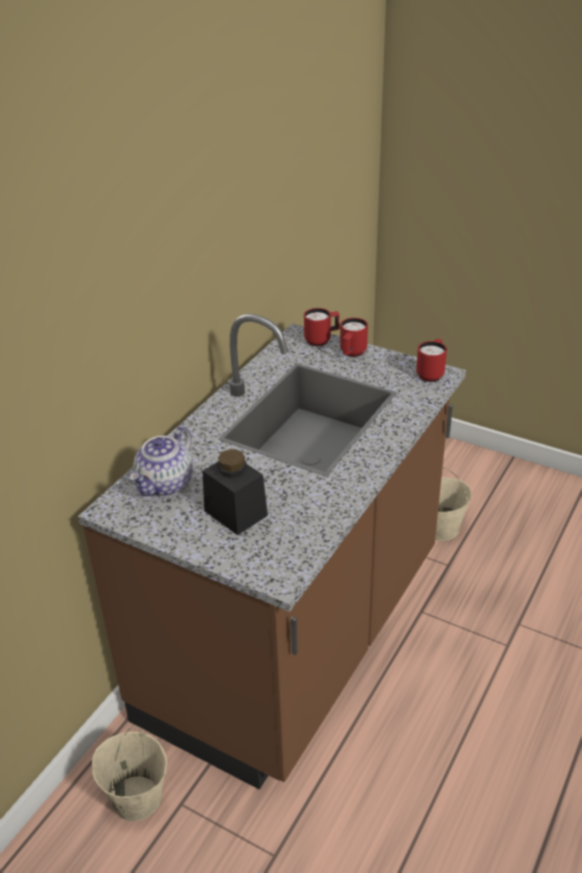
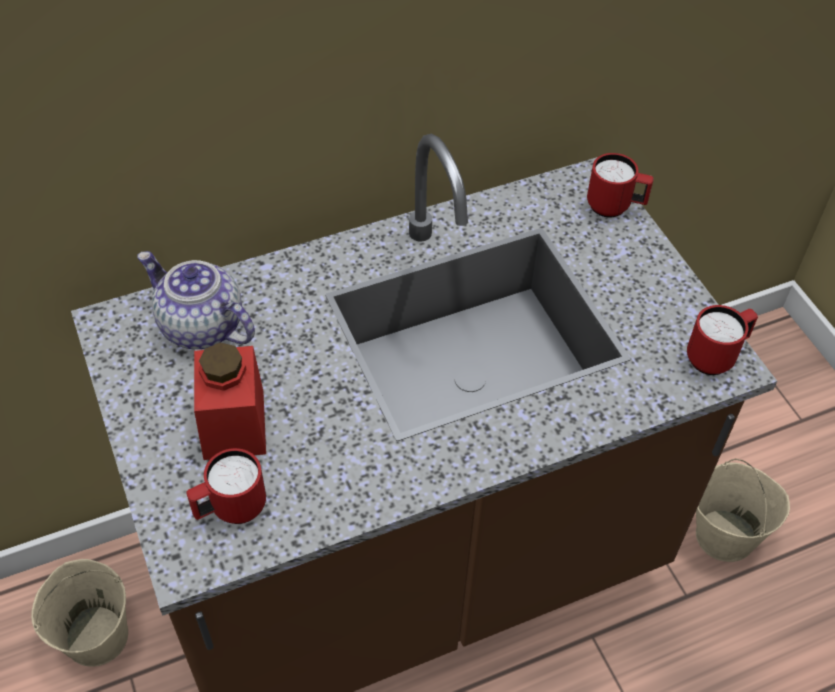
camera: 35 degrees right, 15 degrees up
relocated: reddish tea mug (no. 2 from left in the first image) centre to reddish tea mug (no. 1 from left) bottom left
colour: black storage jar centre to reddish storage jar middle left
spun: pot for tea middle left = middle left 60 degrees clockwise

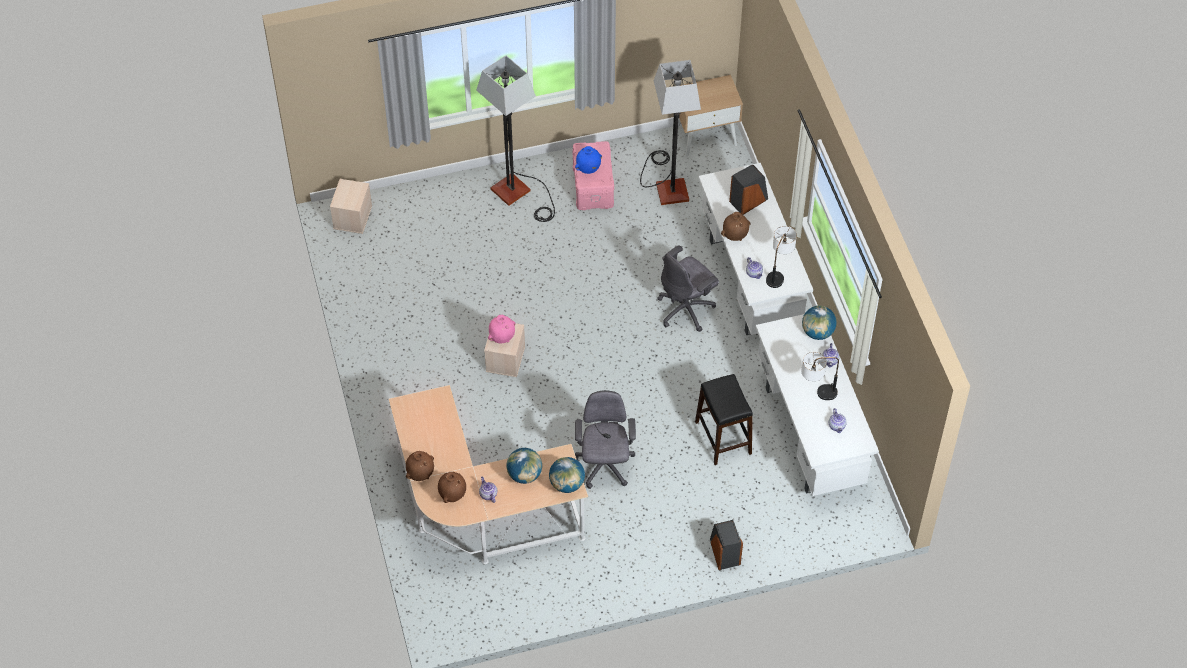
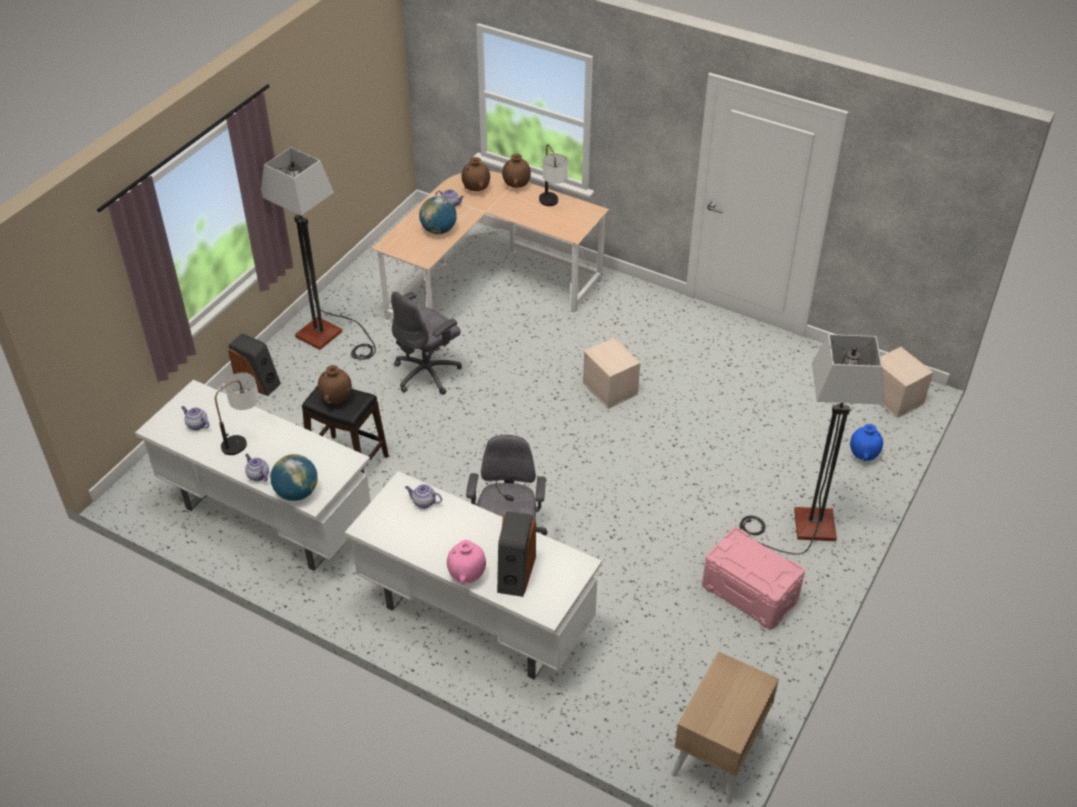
camera: 135 degrees right, 10 degrees down
missing: globe (no. 2 from left) bottom centre
relocated: floor lamp (no. 2 from left in the first image) top centre to floor lamp (no. 1 from left) top left; blue-coloured flower vase top centre to middle right; brownish flower vase (no. 3 from left in the first image) centre to brownish flower vase (no. 1 from left) middle left; table lamp (no. 1 from left in the first image) centre to table lamp (no. 2 from left) top centre; pink-coloured flower vase centre to bottom centre
spun: greyish computer chair (no. 1 from left) centre = centre 90 degrees clockwise

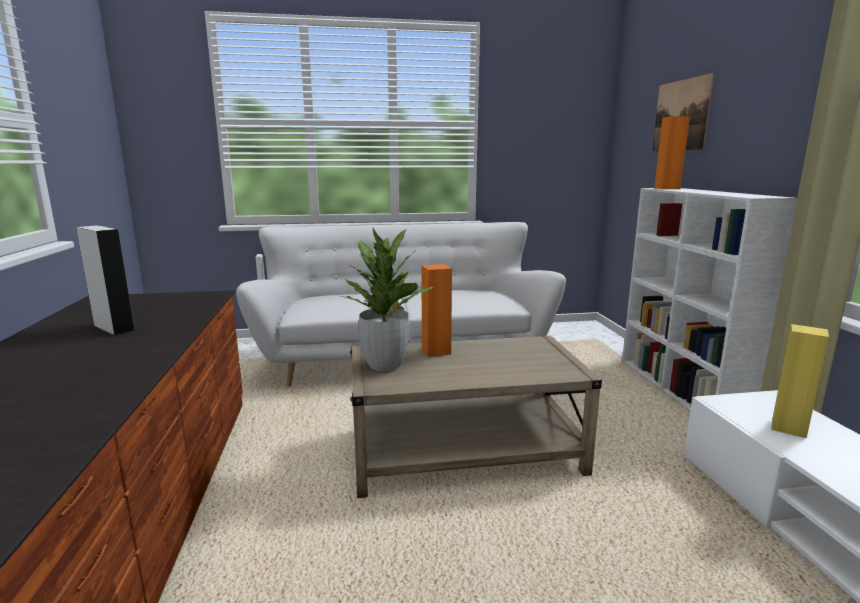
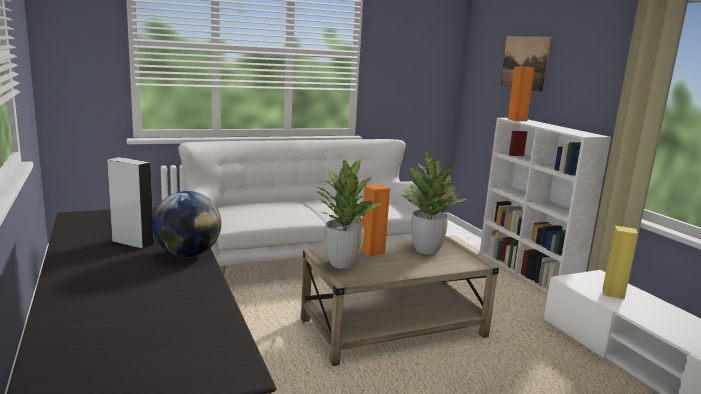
camera: 15 degrees left, 0 degrees up
appeared: plant in a pot (no. 2 from left) centre; globe middle left

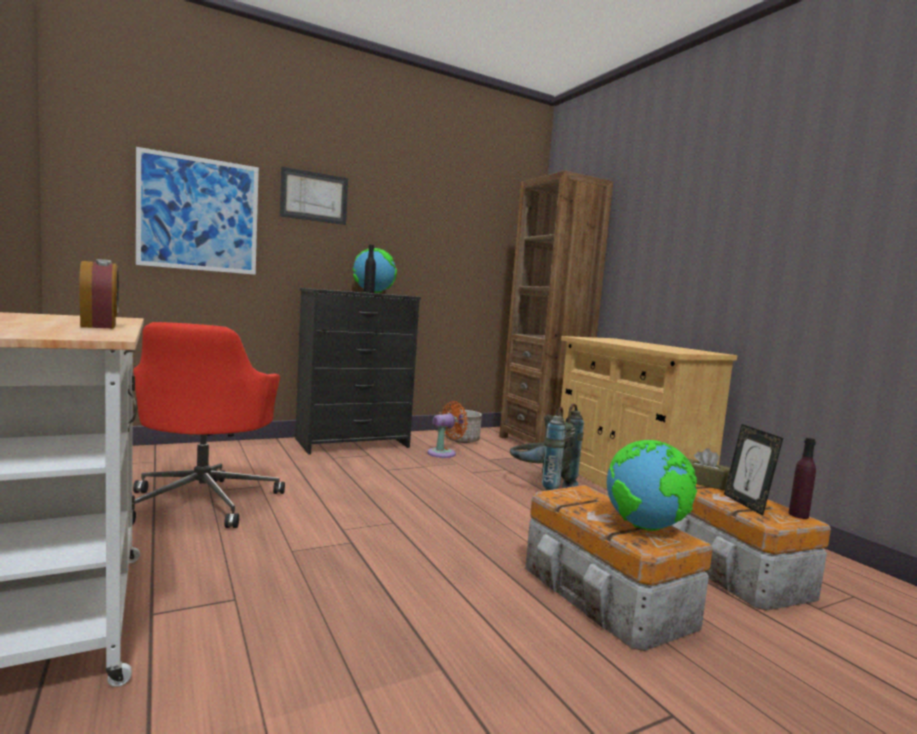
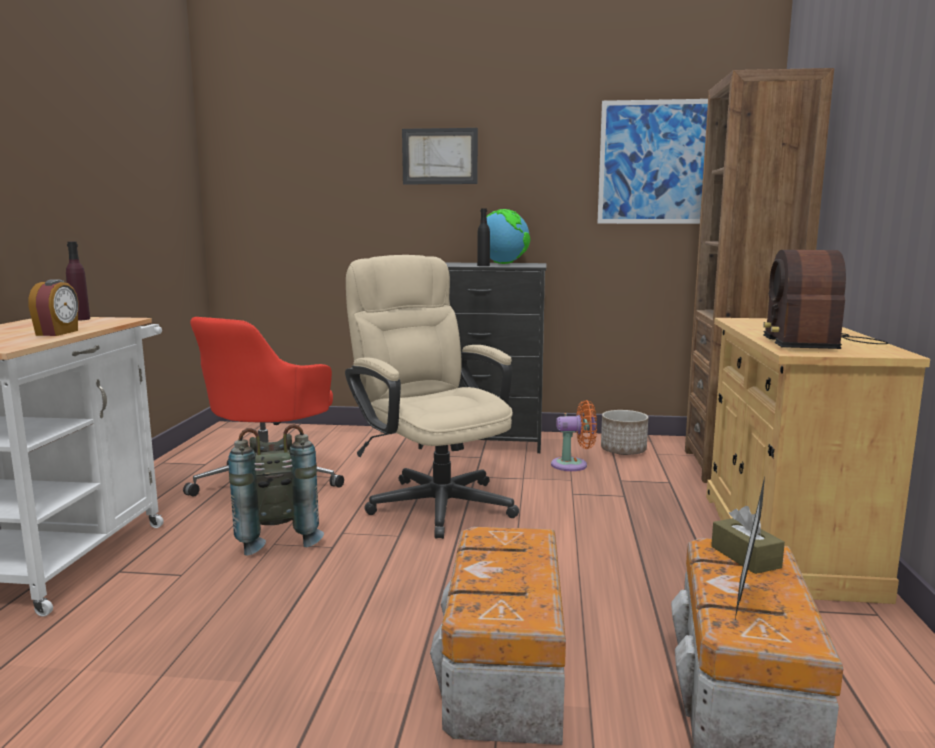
camera: 35 degrees right, 5 degrees up
missing: globe (no. 2 from left) middle right
appeared: radio set middle right; beige computer chair centre
relocated: picture (no. 1 from left in the first image) top left to picture (no. 2 from left) top right; greyish knapsack centre to middle left; purple-coloured bottle middle right to middle left

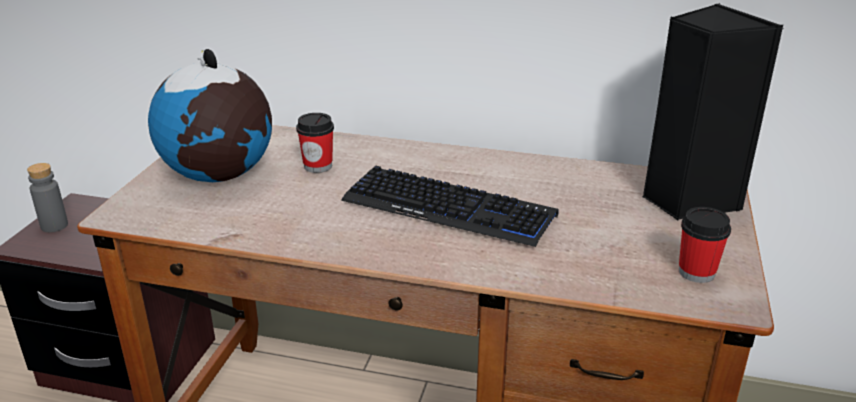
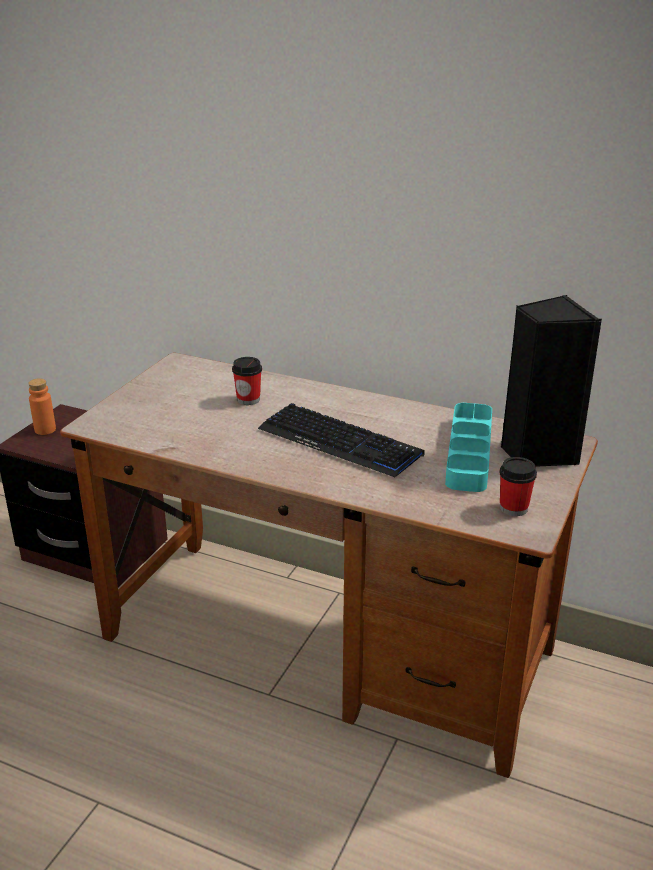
camera: 10 degrees right, 0 degrees up
missing: globe top left
appeared: blue-green carrying tray middle right
colour: greyish bottle middle left to orange-coloured bottle middle left

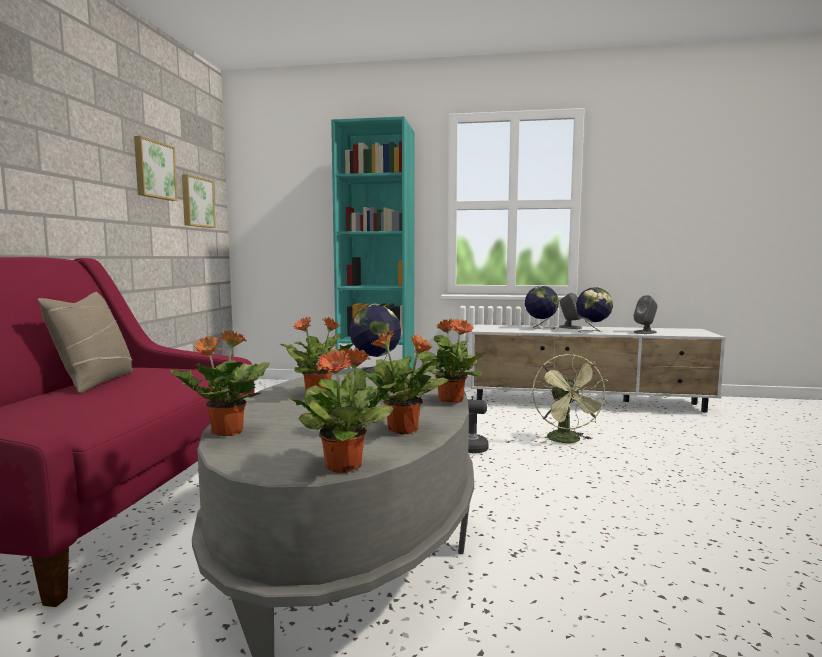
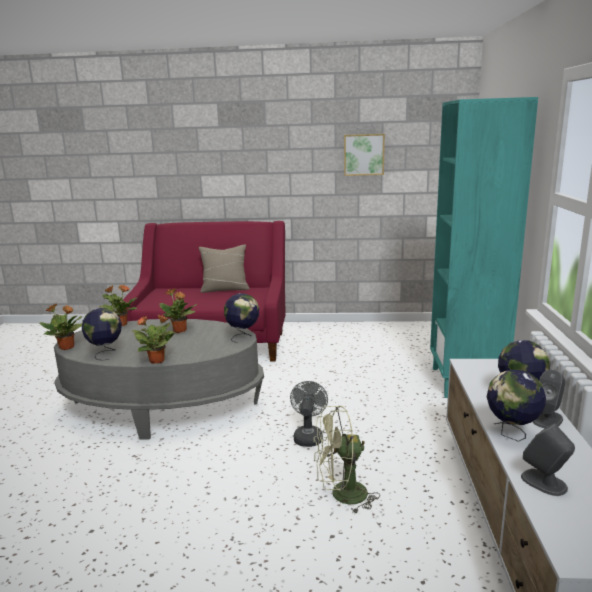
camera: 85 degrees right, 10 degrees up
missing: picture (no. 2 from left) top left
exchanged: plant in a pot (no. 4 from left) centre to globe (no. 1 from left) middle left

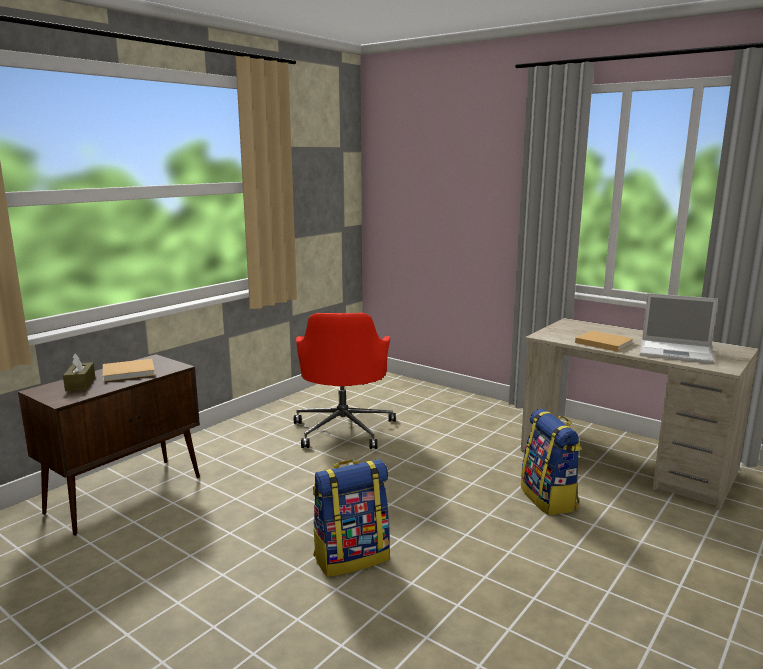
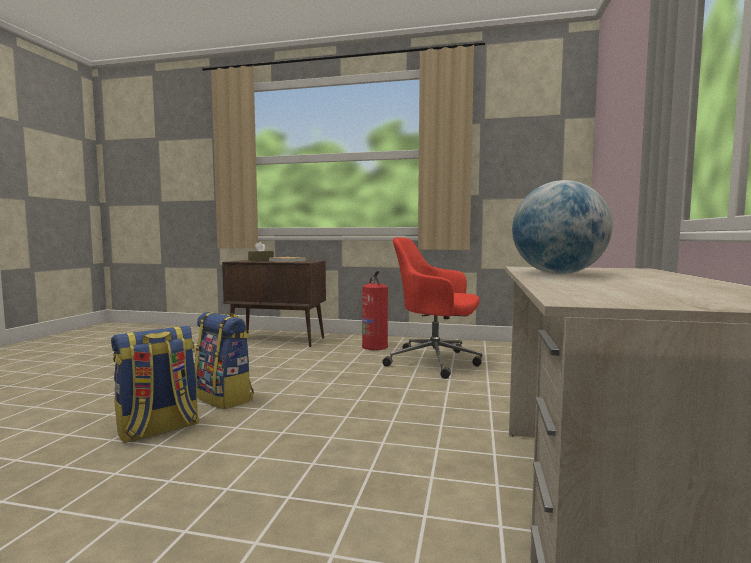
camera: 65 degrees right, 10 degrees down
missing: notebook computer middle right
appeared: fire-fighting cylinder centre
relocated: knapsack (no. 2 from left in the first image) bottom right to knapsack (no. 1 from left) bottom left
exchanged: beige bound book (no. 2 from left) middle right to globe middle right
spun: reddish computer chair centre = centre 45 degrees clockwise

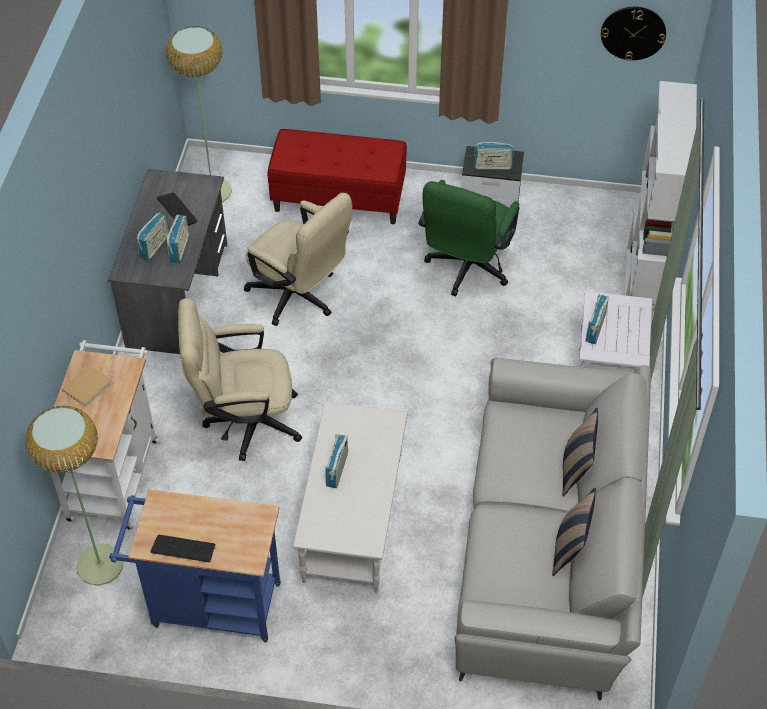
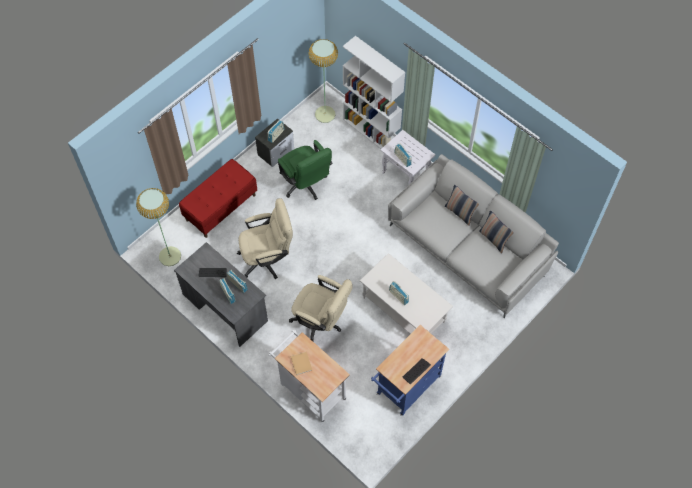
camera: 55 degrees left, 10 degrees up
missing: hanging clock top right
relocated: floor lamp (no. 1 from left in the first image) bottom left to floor lamp (no. 2 from left) top centre
spun: beige computer chair (no. 1 from left in the first image) middle left = centre 90 degrees counterclockwise

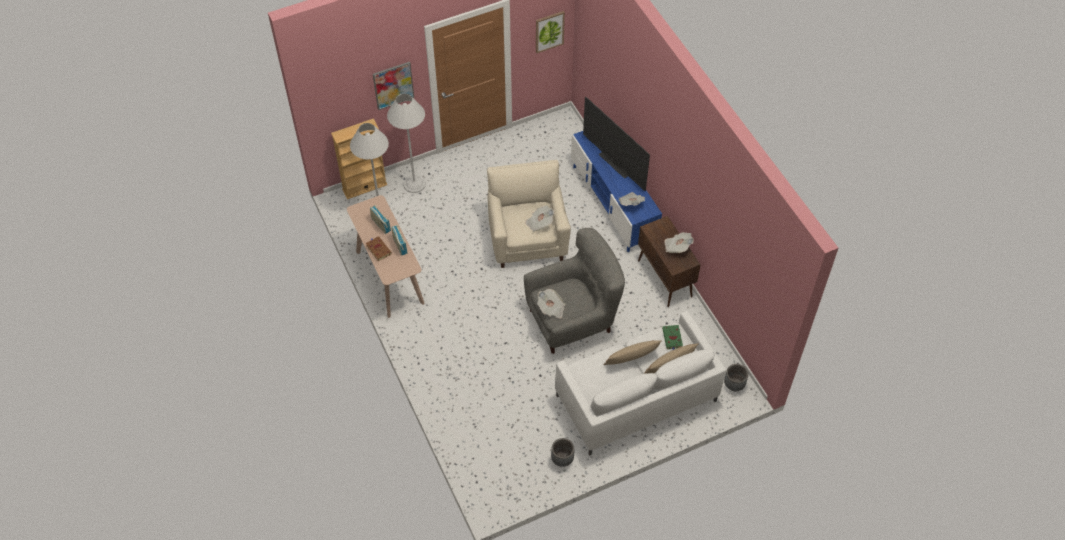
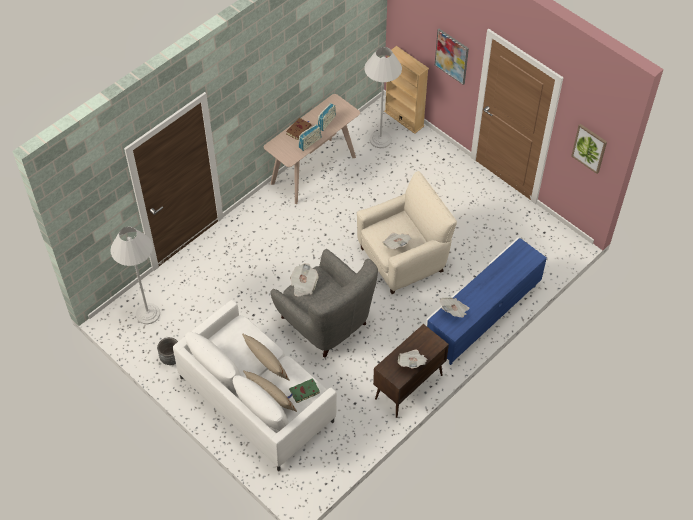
camera: 70 degrees right, 0 degrees up
missing: TV set top centre; greyish plant pot (no. 2 from left) bottom right
relocated: whitish floor lamp (no. 2 from left in the first image) top centre to whitish floor lamp (no. 1 from left) middle left

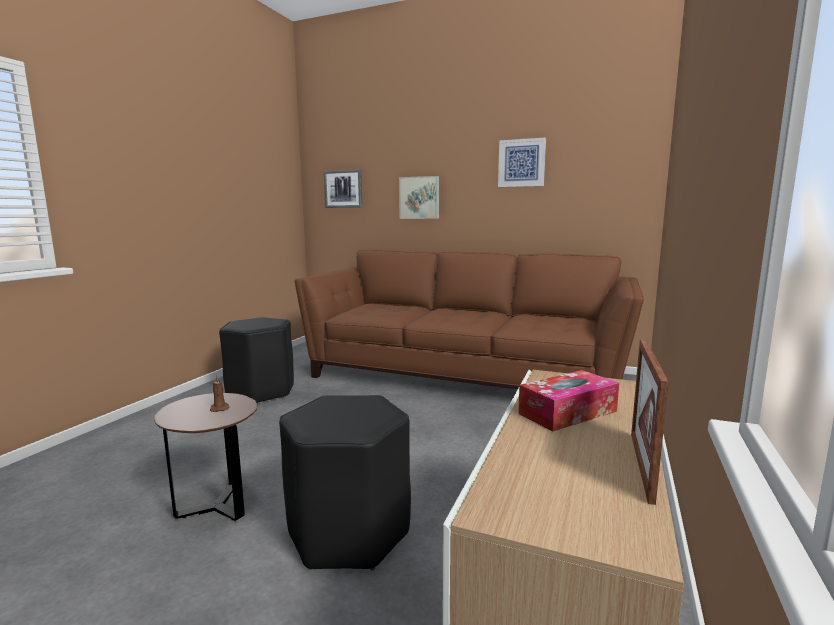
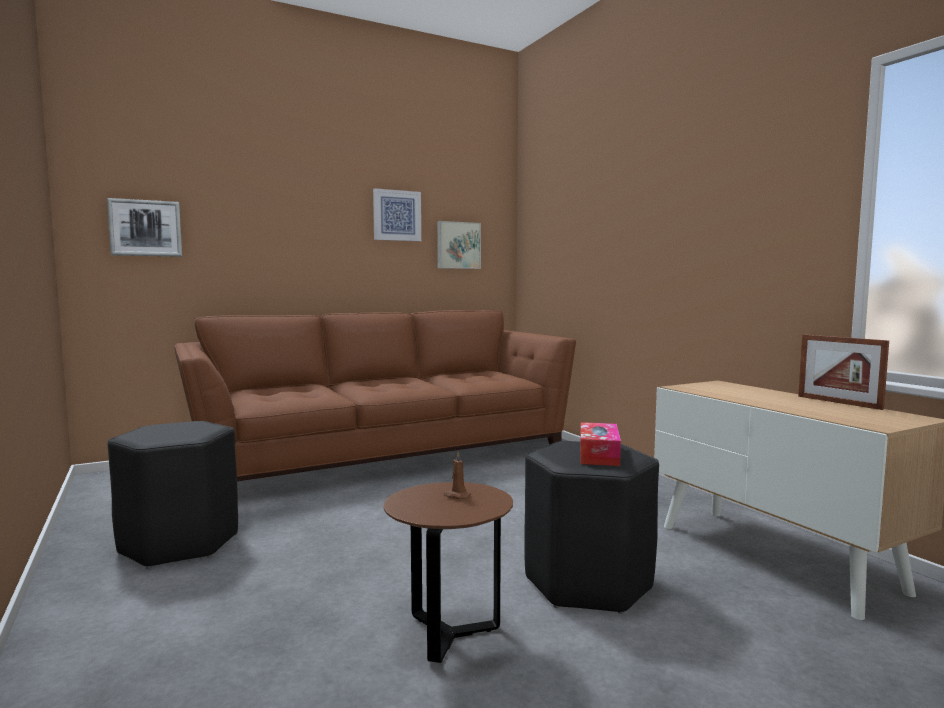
camera: 50 degrees left, 5 degrees down
relocated: picture (no. 2 from left in the first image) top centre to picture (no. 3 from left) centre; tissue box middle right to centre

